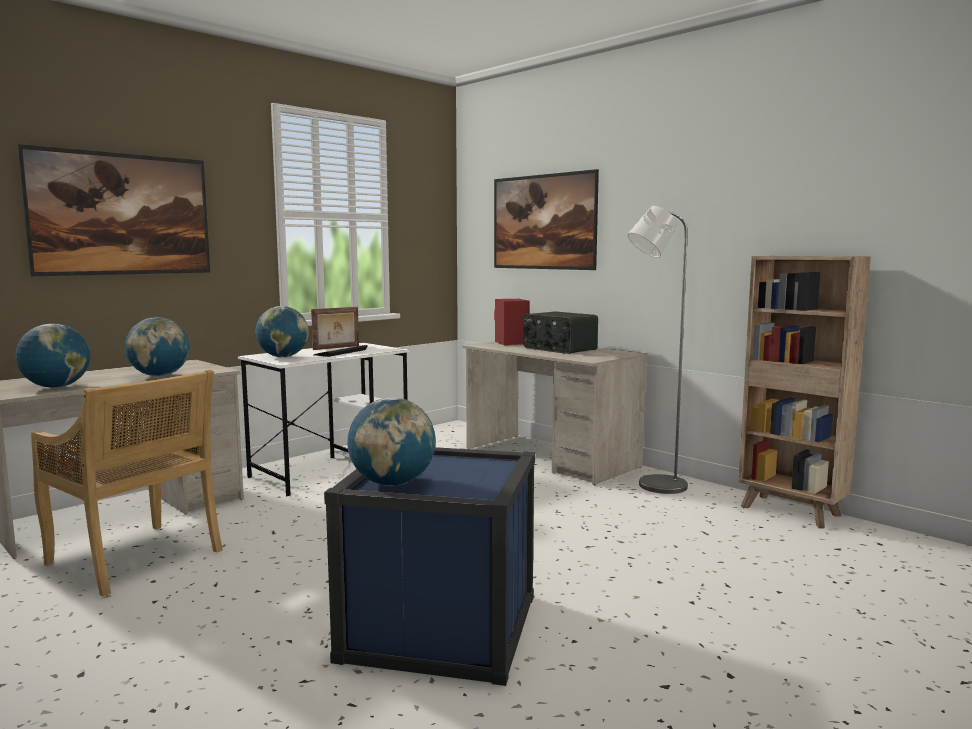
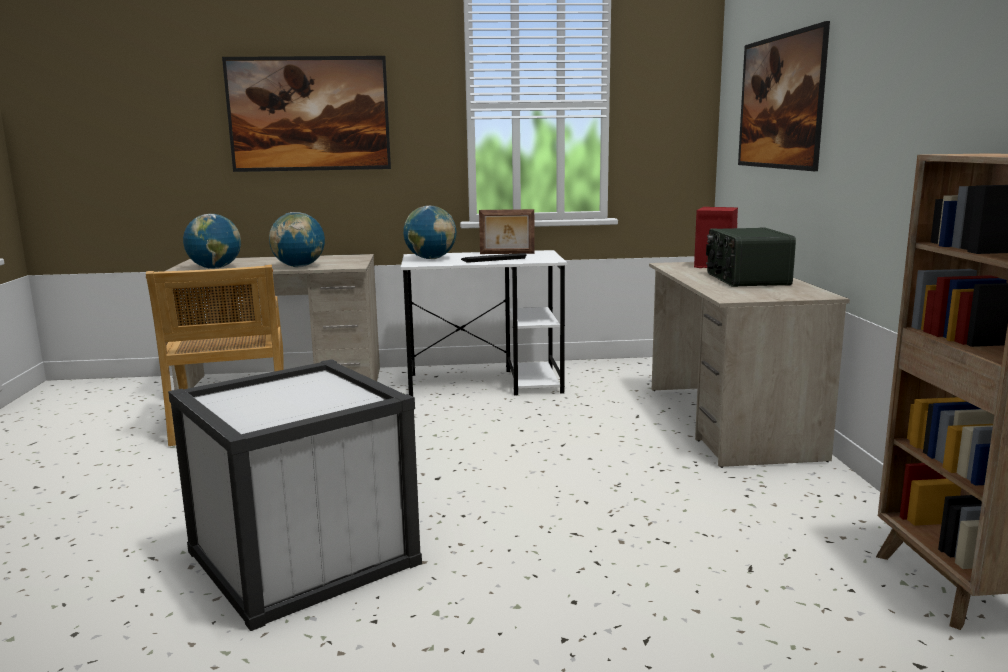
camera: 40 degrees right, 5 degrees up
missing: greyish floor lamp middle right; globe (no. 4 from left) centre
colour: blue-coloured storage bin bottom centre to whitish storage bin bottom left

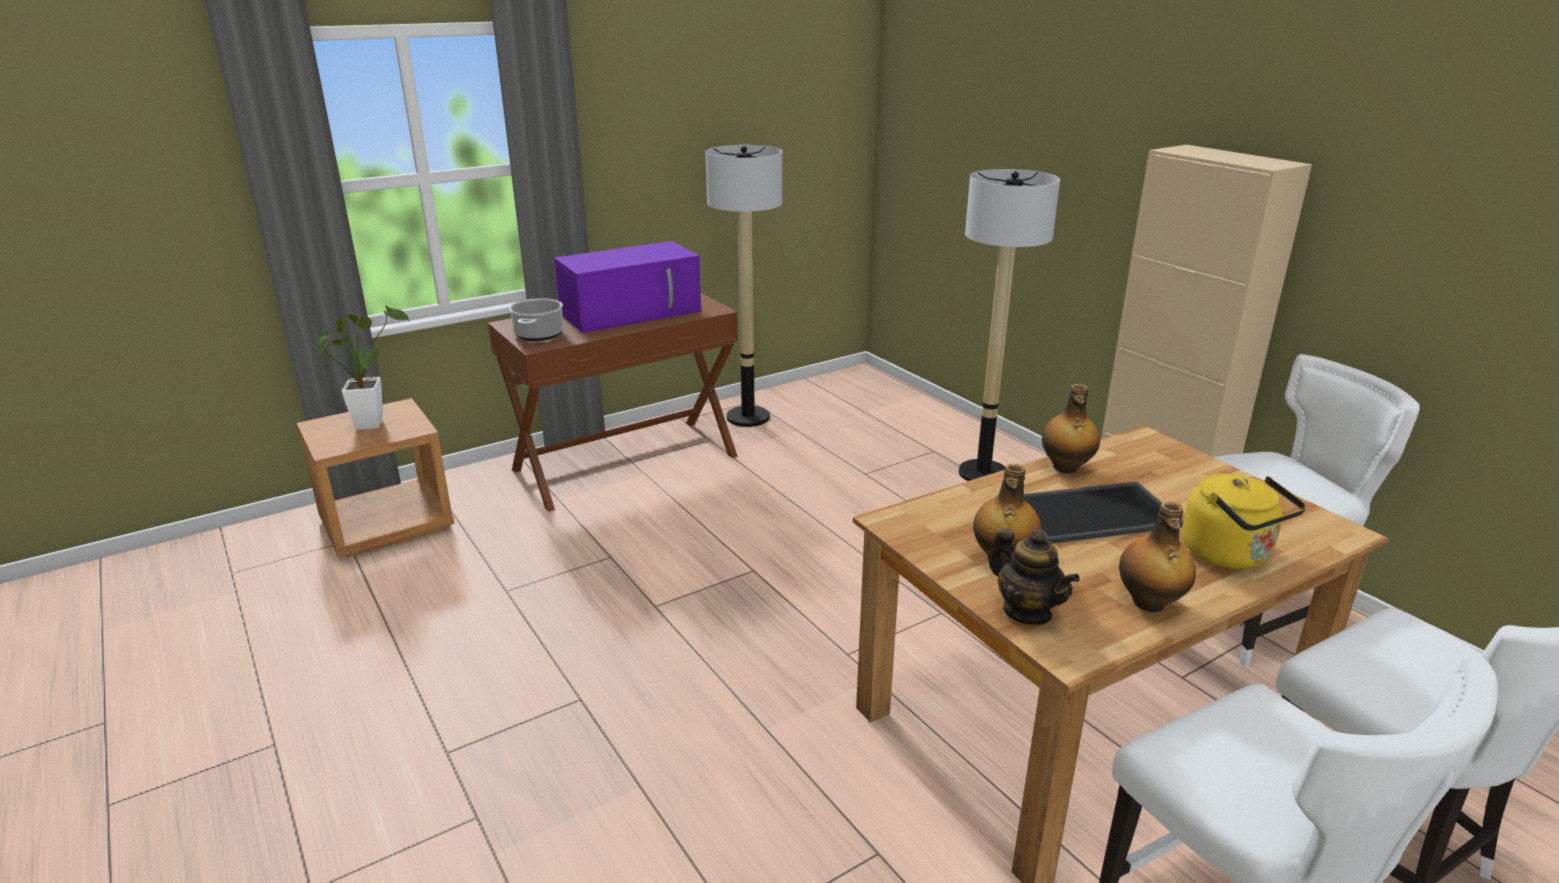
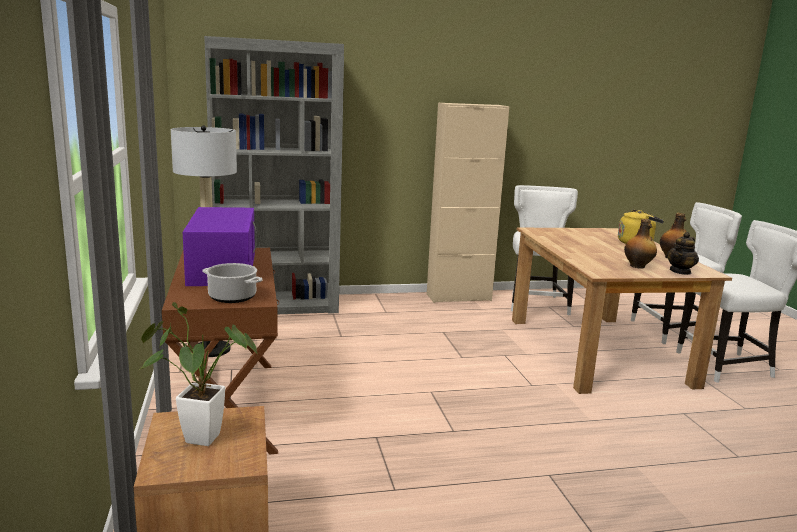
camera: 70 degrees left, 10 degrees down
missing: floor lamp (no. 2 from left) centre; bottle (no. 2 from left) middle right; carrying tray middle right
appeared: greyish shelving unit top centre
spun: pot for tea centre = middle right 150 degrees clockwise

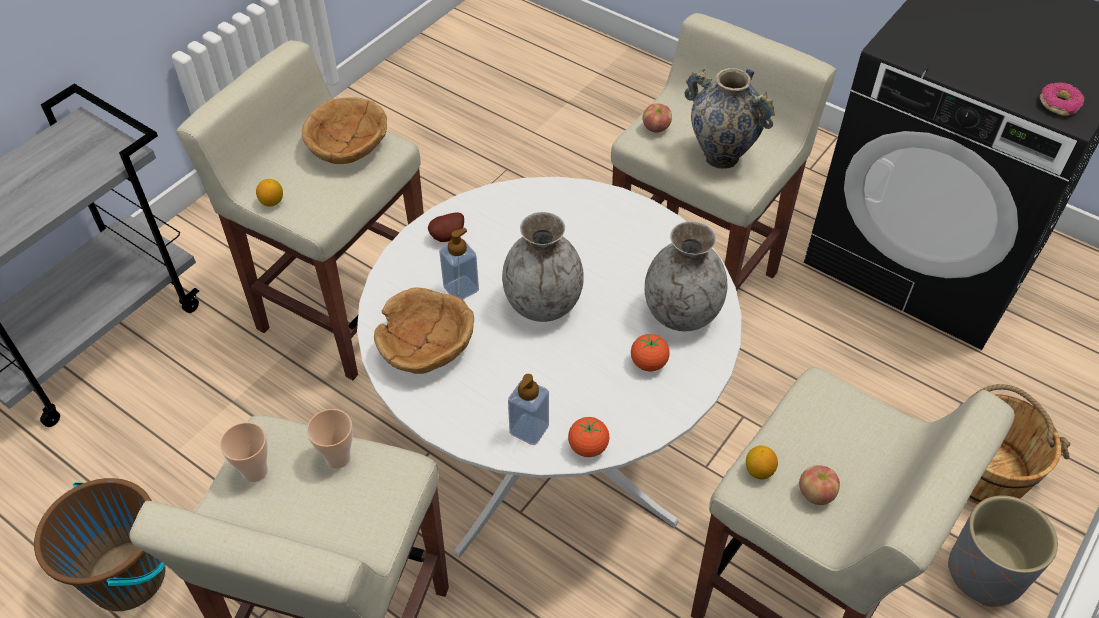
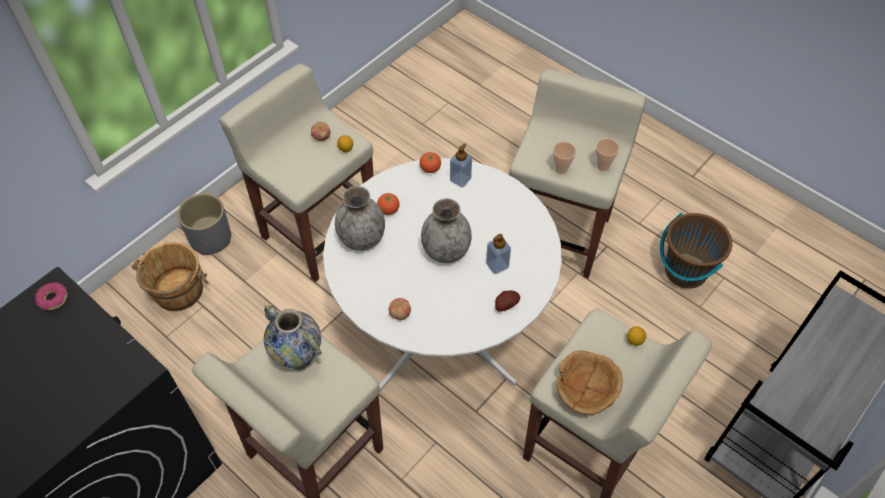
camera: 175 degrees left, 5 degrees up
missing: brownish deep dish (no. 2 from left) centre
relocated: apple fruit (no. 1 from left in the first image) top centre to apple fruit (no. 2 from left) centre

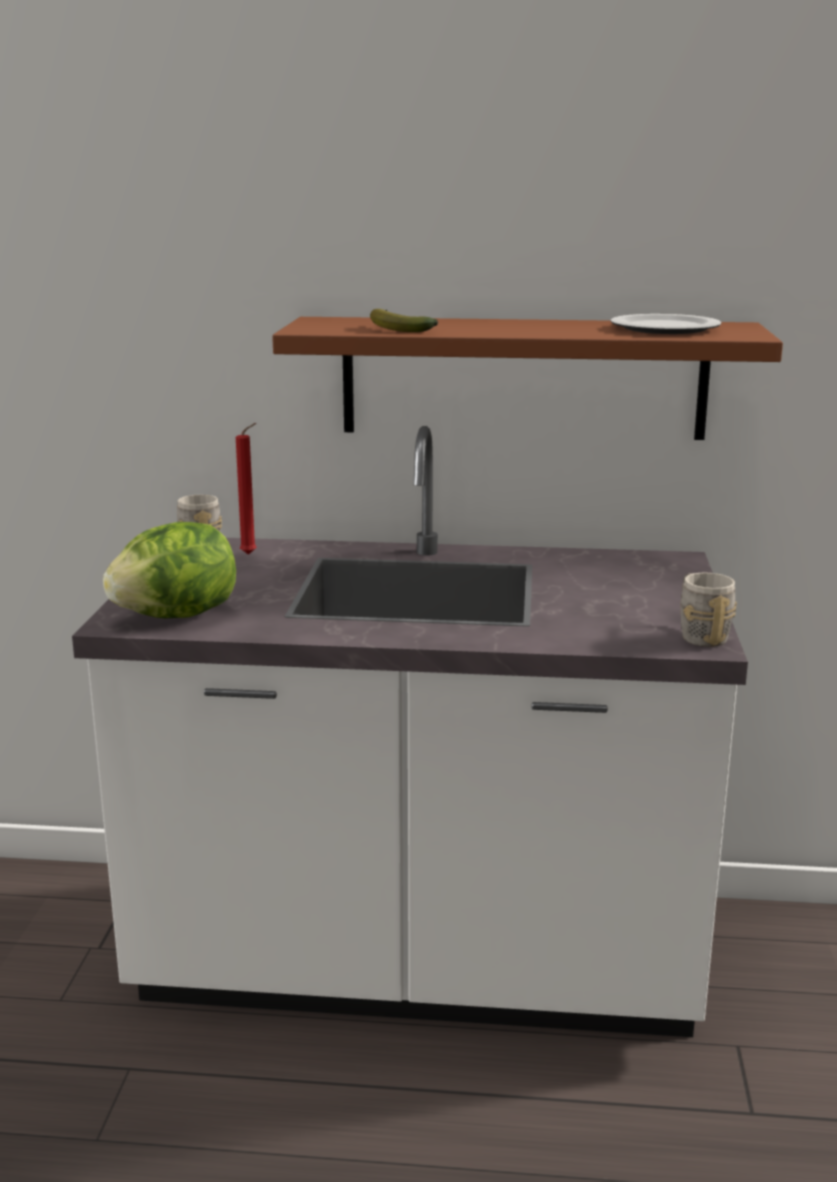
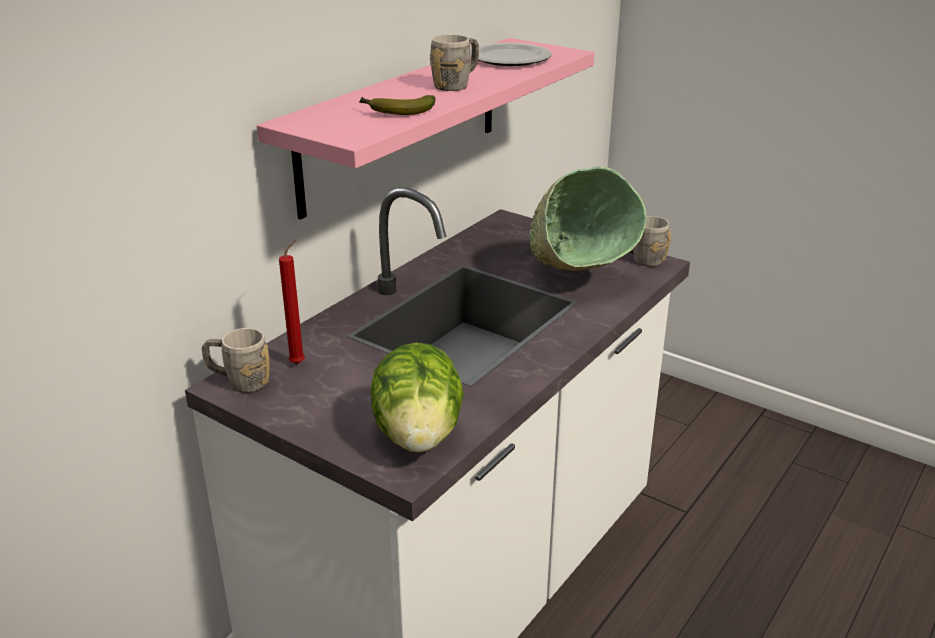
camera: 60 degrees left, 10 degrees up
appeared: greyish tea mug (no. 2 from left) top centre; green-coloured deep dish centre
colour: brownish bracket shelf top centre to pink-coloured bracket shelf top centre

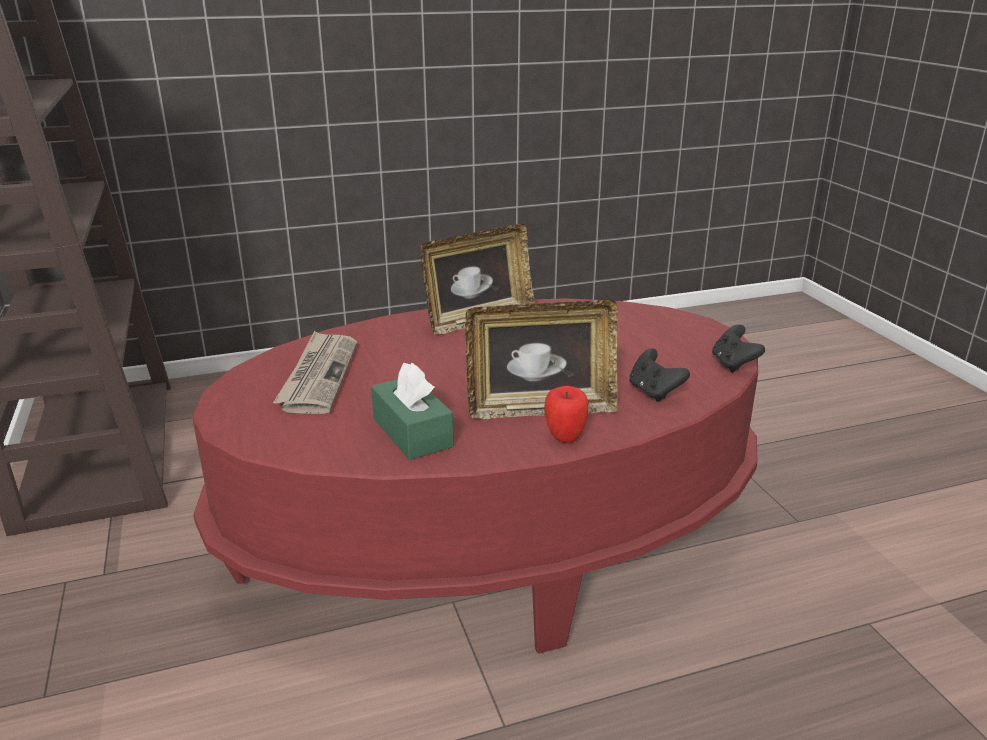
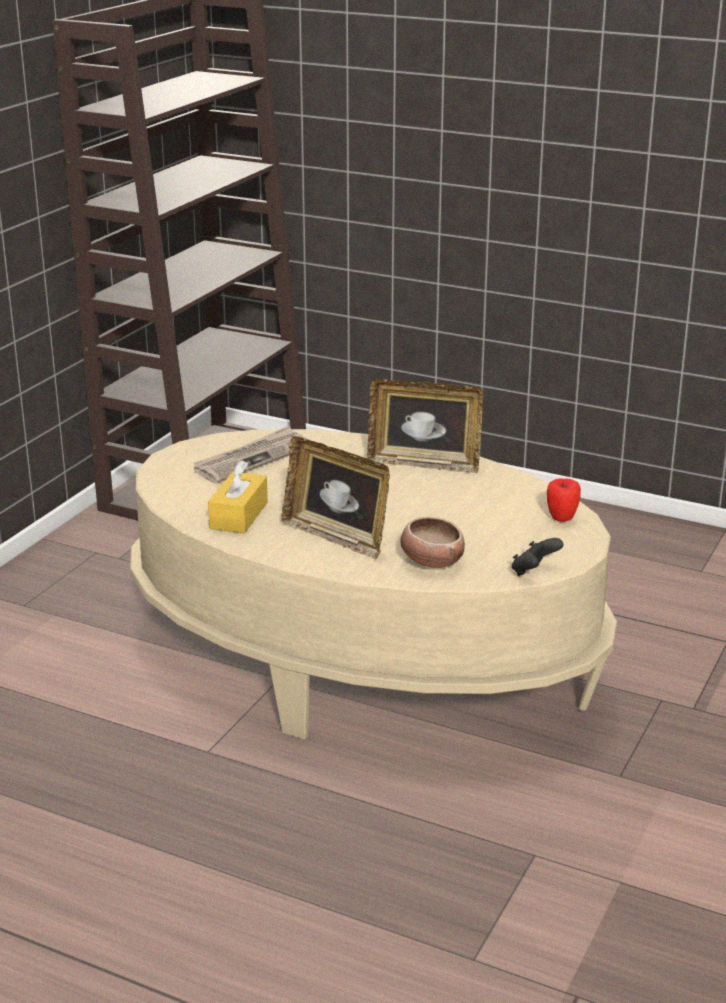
camera: 45 degrees right, 0 degrees up
relocated: apple fruit centre to middle right
exchanged: black joypad (no. 1 from left) middle right to deep dish centre
colour: reddish coffee table centre to beige coffee table centre; green-coloured tissue box centre to yellow-coloured tissue box middle left

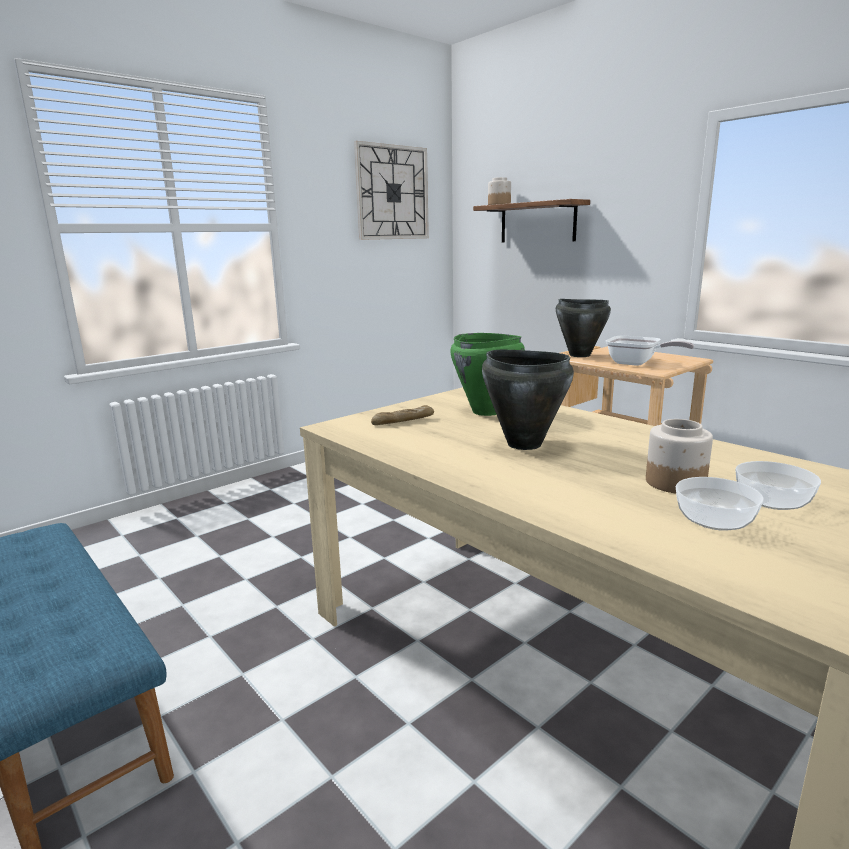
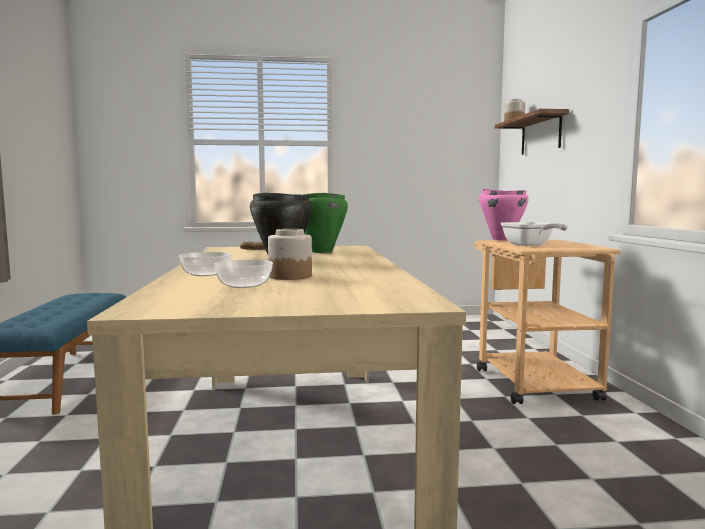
camera: 35 degrees right, 10 degrees down
missing: hanging clock top centre
relocated: deep dish (no. 2 from left in the first image) middle right to deep dish (no. 1 from left) middle left
colour: black saucepot (no. 2 from left) middle right to pink-coloured saucepot middle right

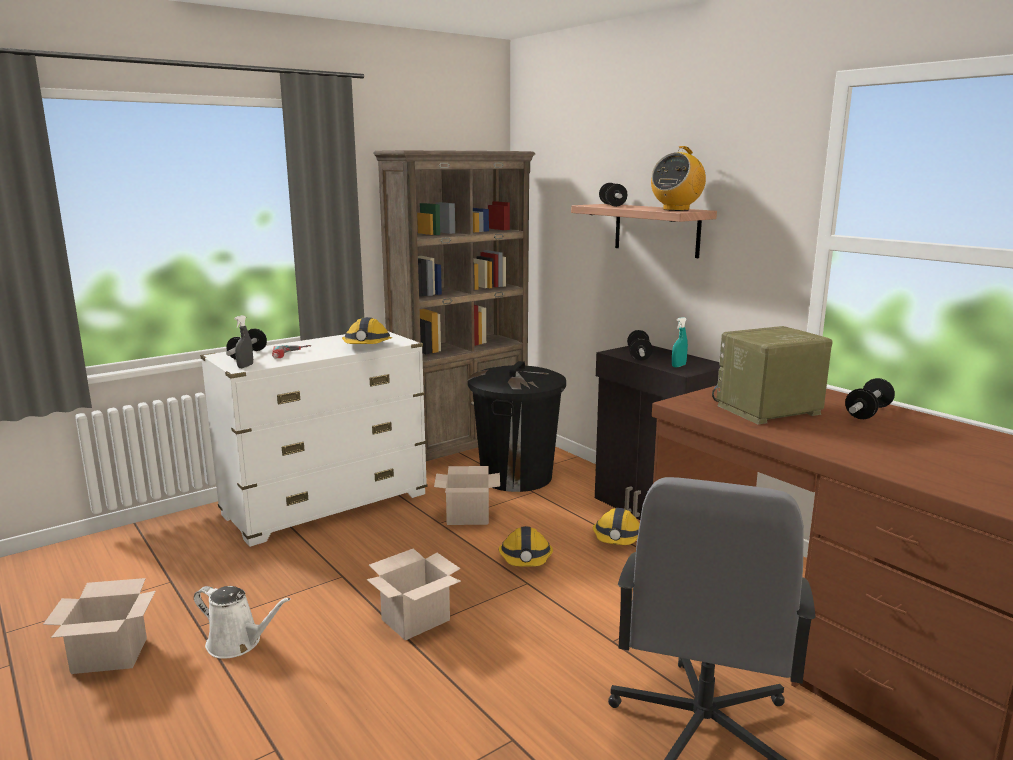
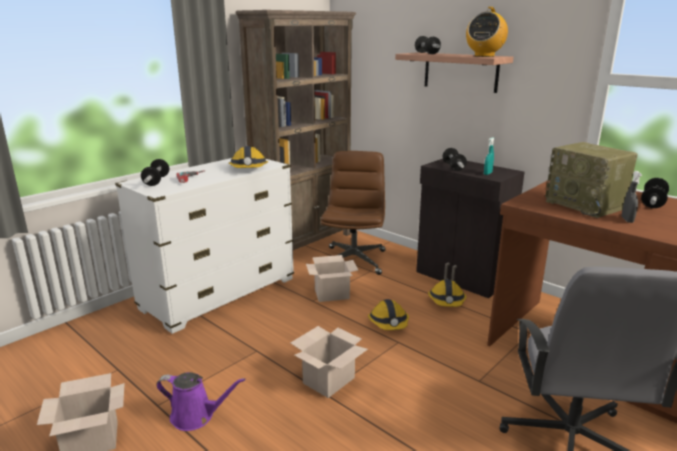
camera: 10 degrees left, 5 degrees up
relocated: greyish sprayer middle left to middle right
exchanged: black waste bin centre to brownish computer chair centre
colour: whitish watering pot bottom left to purple-coloured watering pot bottom left
spun: radio set (no. 2 from left) middle right = middle right 90 degrees counterclockwise

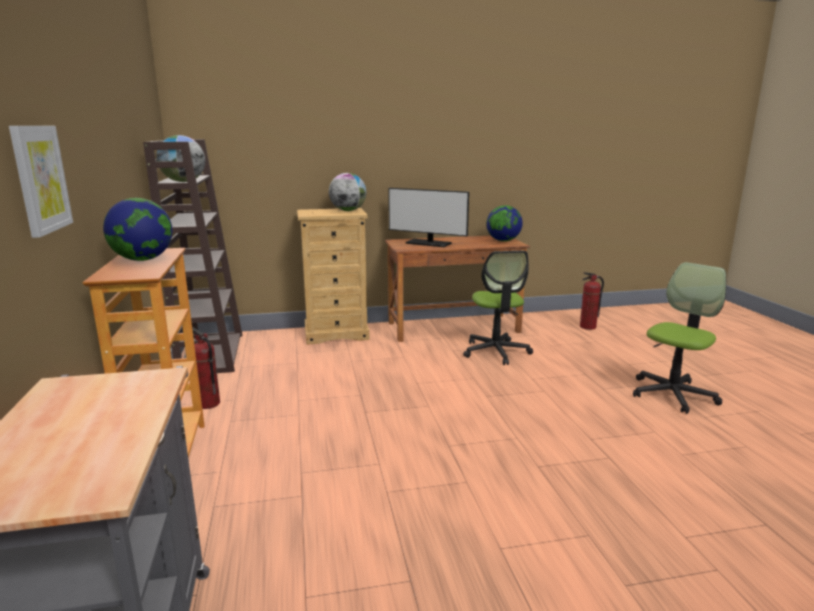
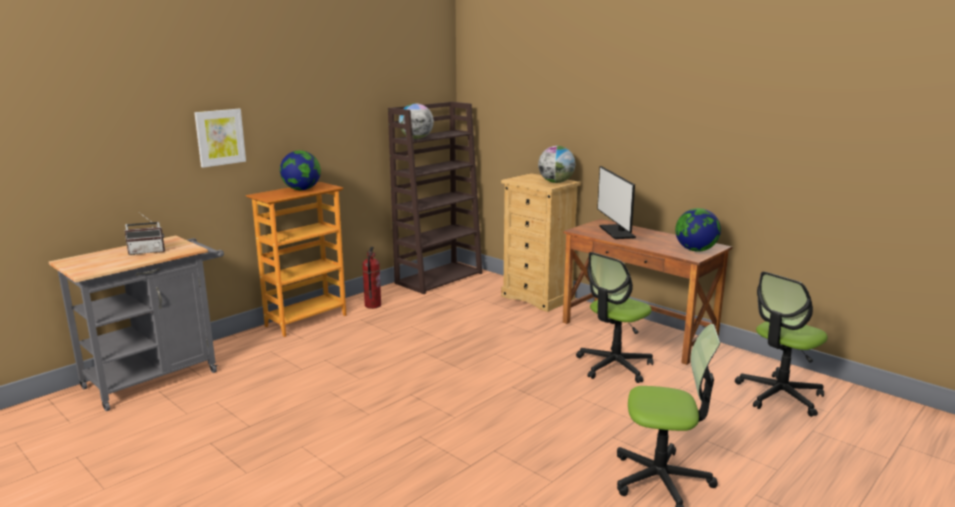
camera: 55 degrees right, 0 degrees up
appeared: radio set middle left
exchanged: fire-fighting cylinder (no. 2 from left) middle right to computer chair (no. 3 from left) bottom right

